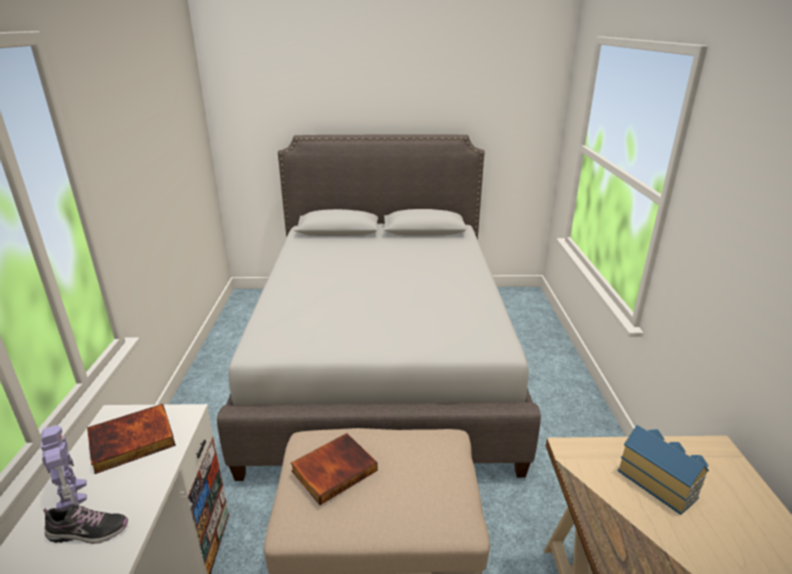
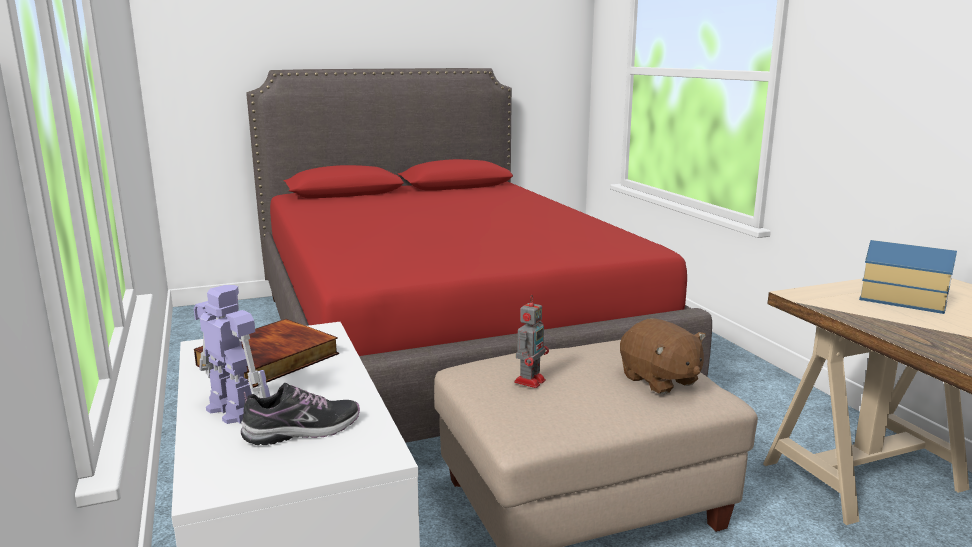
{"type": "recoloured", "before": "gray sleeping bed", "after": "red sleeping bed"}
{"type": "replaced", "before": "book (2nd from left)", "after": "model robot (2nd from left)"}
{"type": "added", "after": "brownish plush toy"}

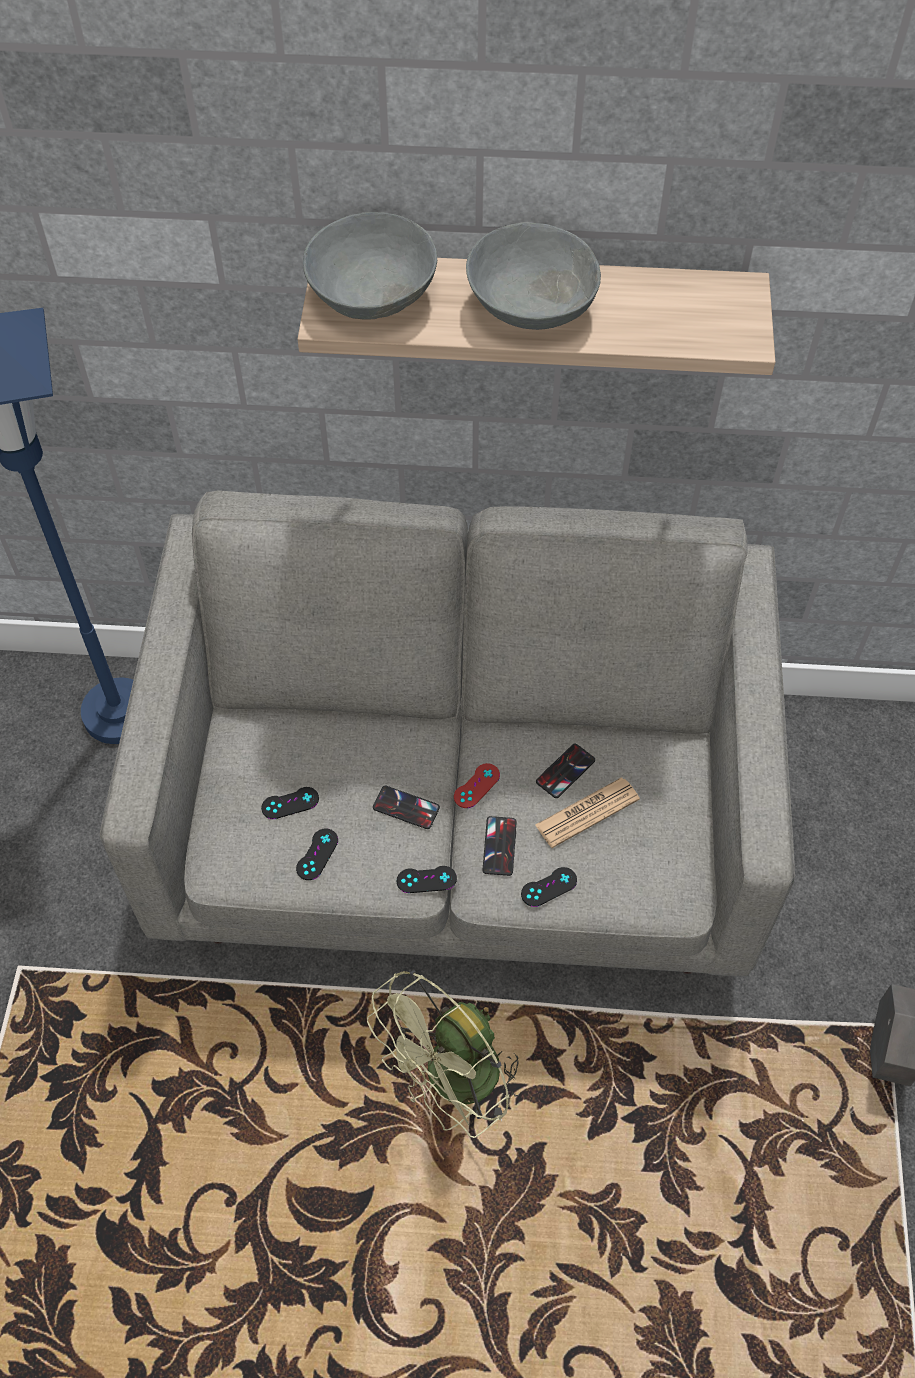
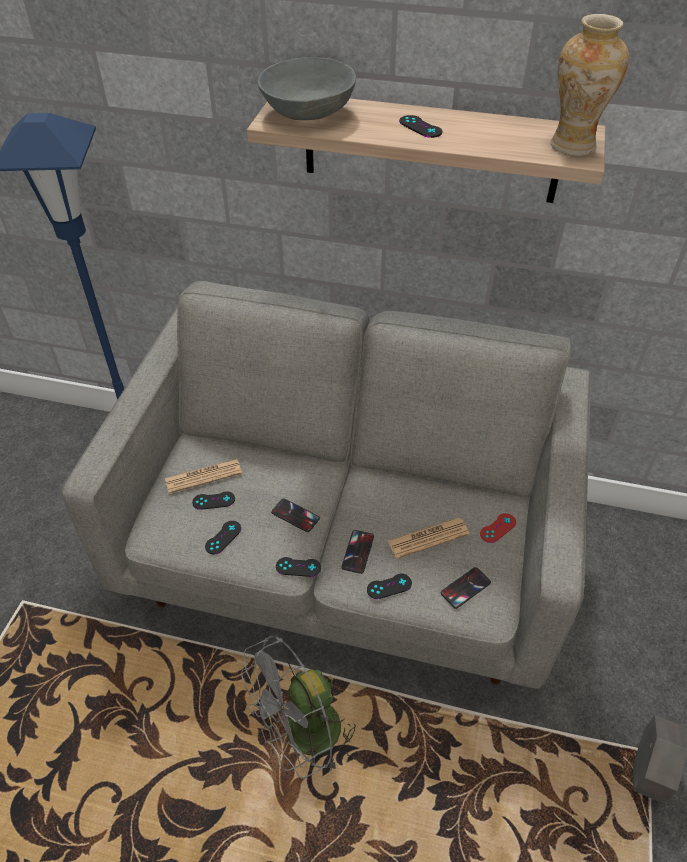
{"type": "recoloured", "before": "greenish cooling fan", "after": "gray cooling fan"}
{"type": "moved", "before": "red game controller"}
{"type": "replaced", "before": "gray deep dish (2nd from left)", "after": "black-coloured game controller (5th from left)"}
{"type": "moved", "before": "phone (3rd from left)"}
{"type": "added", "after": "printed paper (1st from left)"}
{"type": "added", "after": "decorative vase"}

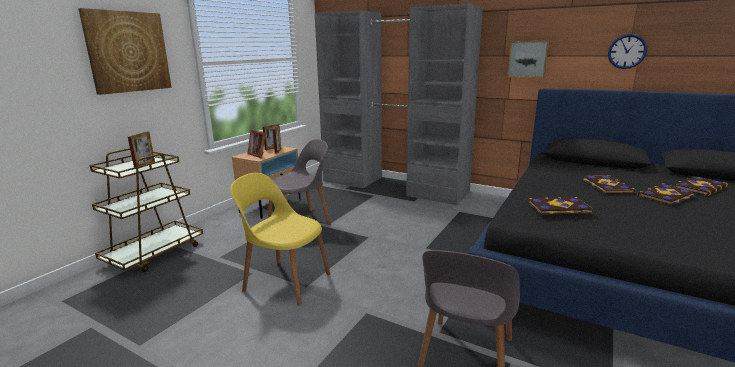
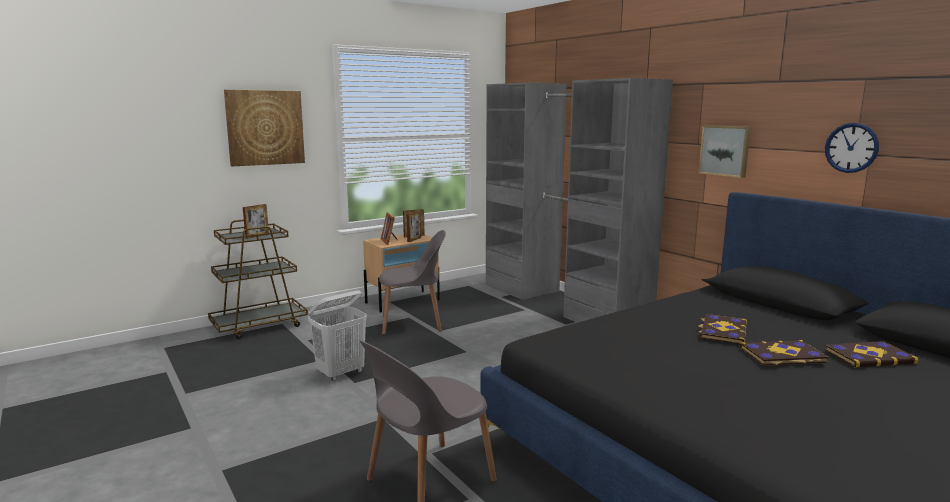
{"type": "replaced", "before": "yellowish chair", "after": "white-coloured laundry basket"}
{"type": "removed", "before": "book (1st from left)"}

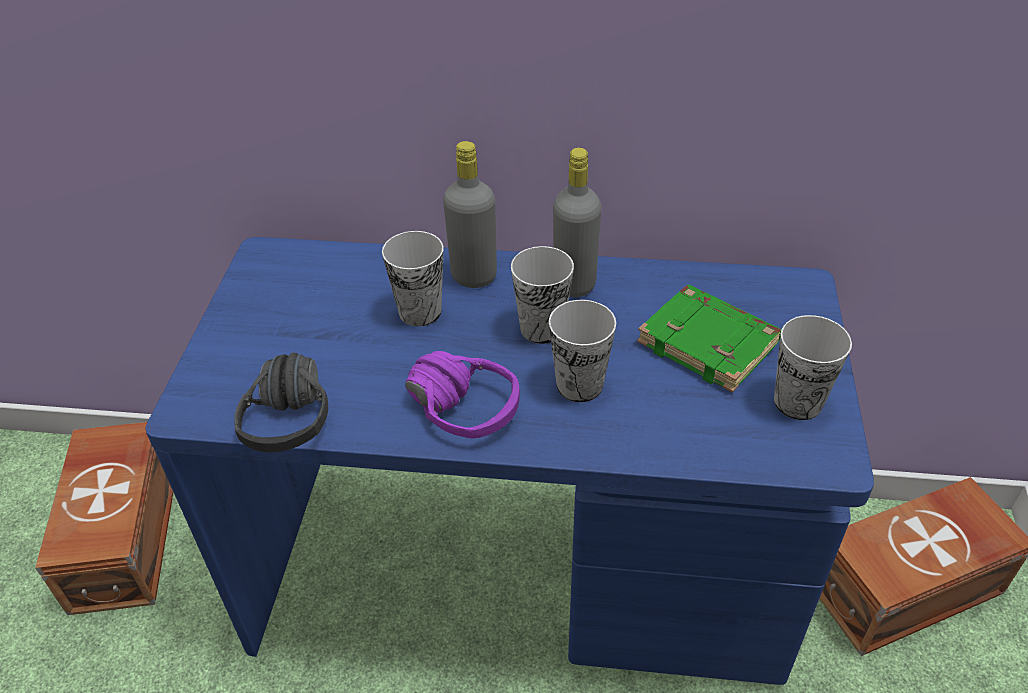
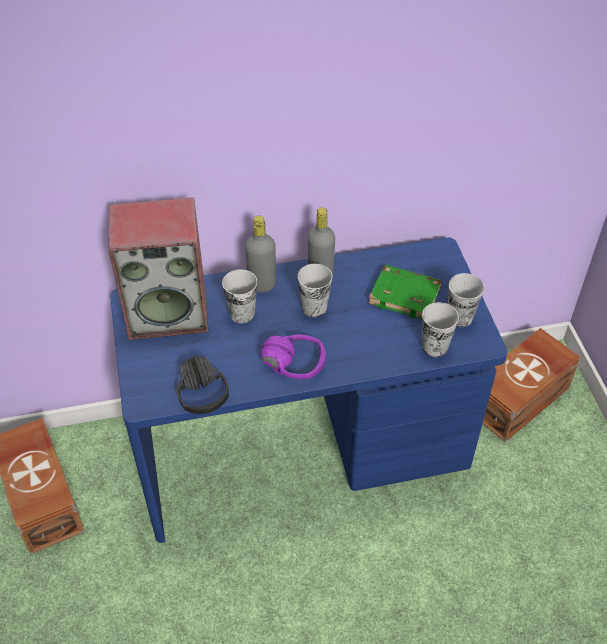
{"type": "moved", "before": "drinking cup (3rd from left)"}
{"type": "added", "after": "speaker"}

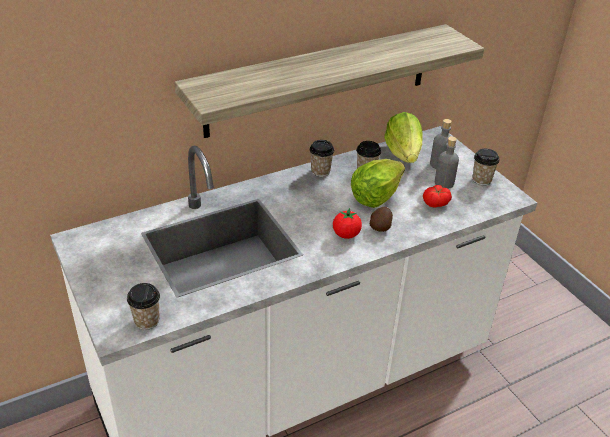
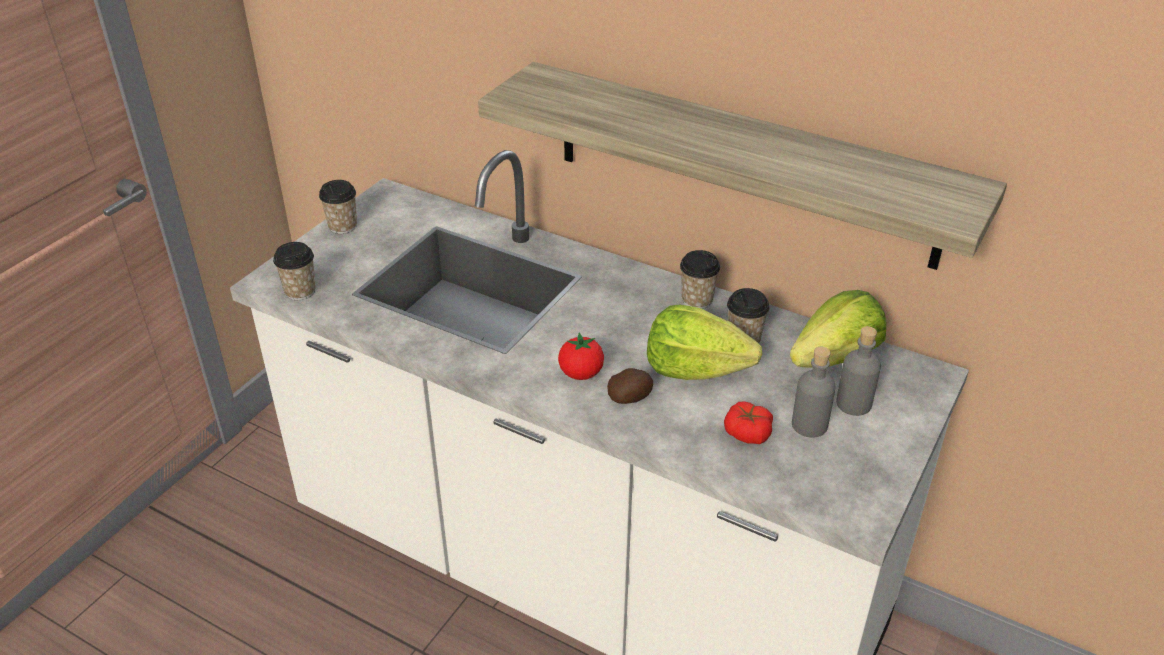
{"type": "moved", "before": "drinking cup (4th from left in the first image)", "after": "drinking cup (2nd from left)"}

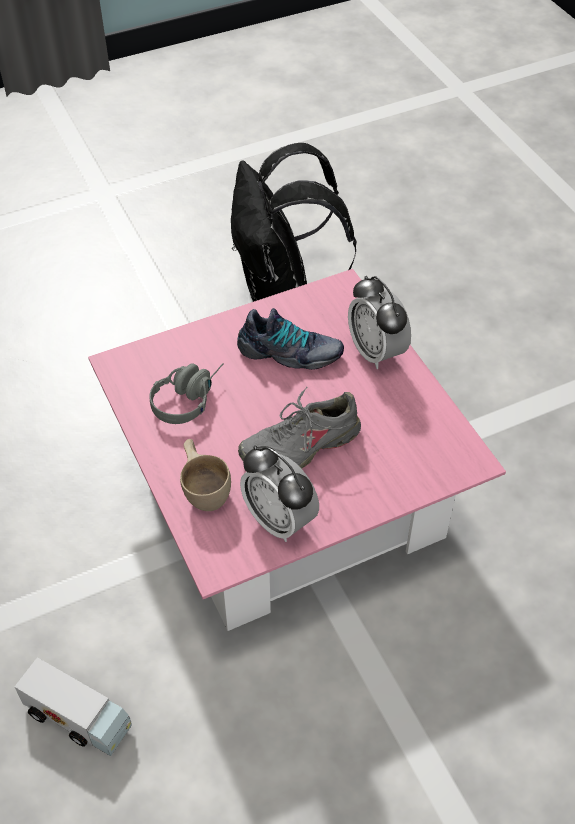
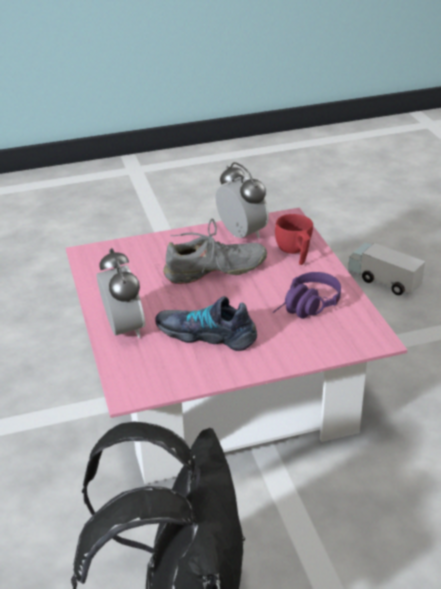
{"type": "recoloured", "before": "gray headset", "after": "purple-coloured headset"}
{"type": "recoloured", "before": "beige-coloured drinking cup", "after": "red drinking cup"}

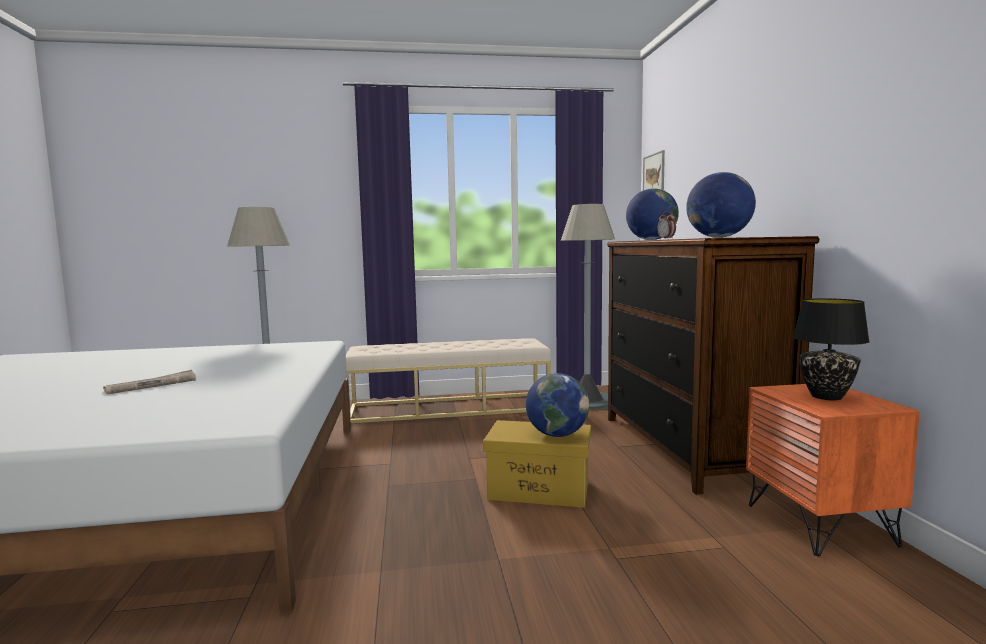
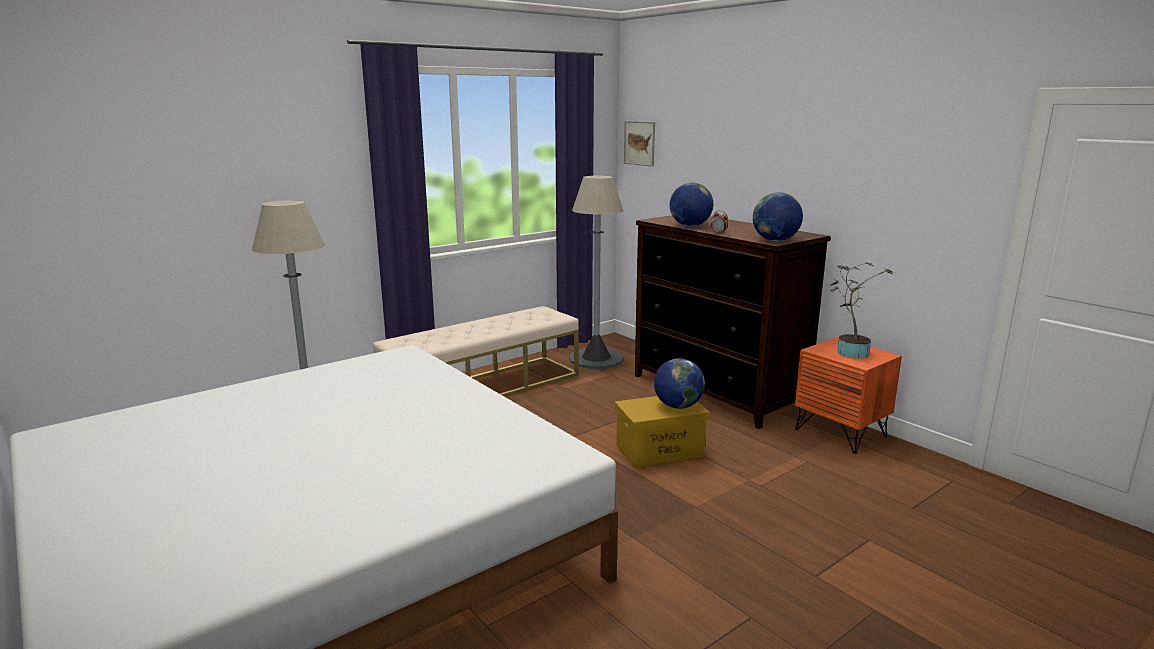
{"type": "removed", "before": "printed paper"}
{"type": "replaced", "before": "black-coloured table lamp", "after": "plant in a pot"}

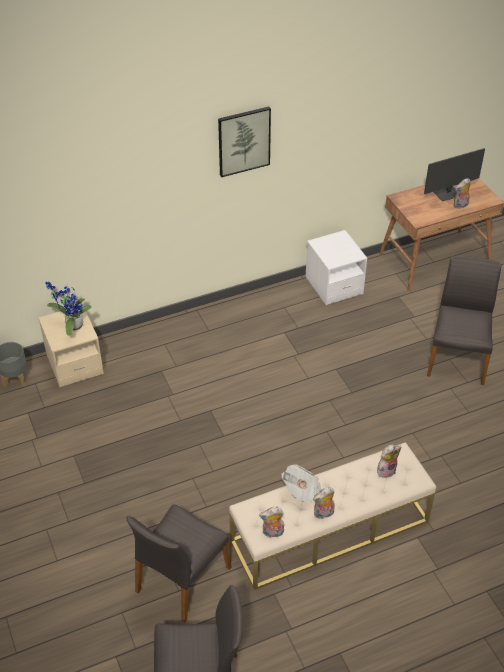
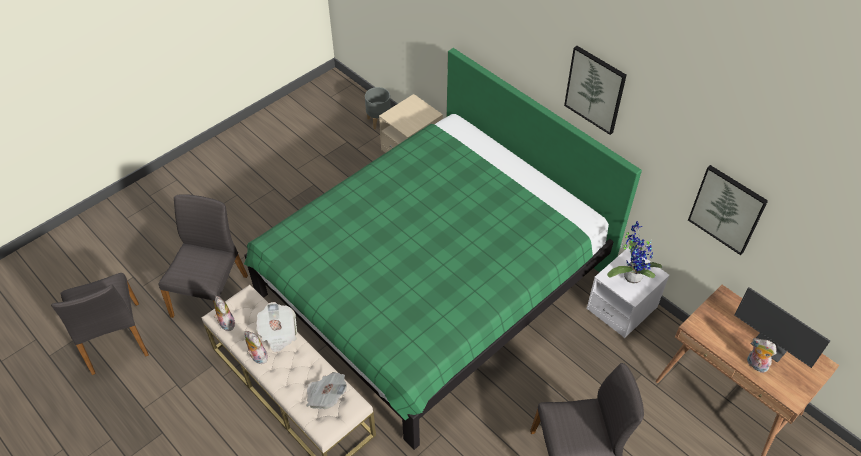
{"type": "moved", "before": "plant in a pot"}
{"type": "turned", "before": "gray chair (1st from left in the first image)", "turn": 90}
{"type": "replaced", "before": "plush toy (3rd from left)", "after": "printed paper (2nd from left)"}
{"type": "added", "after": "greenish sleeping bed"}
{"type": "added", "after": "wall art (2nd from left)"}

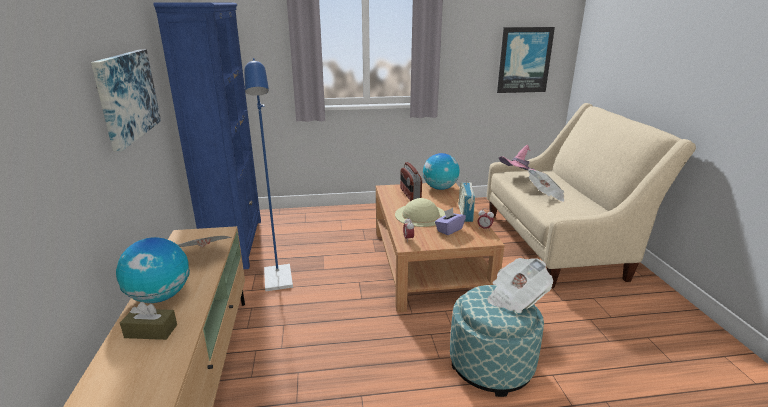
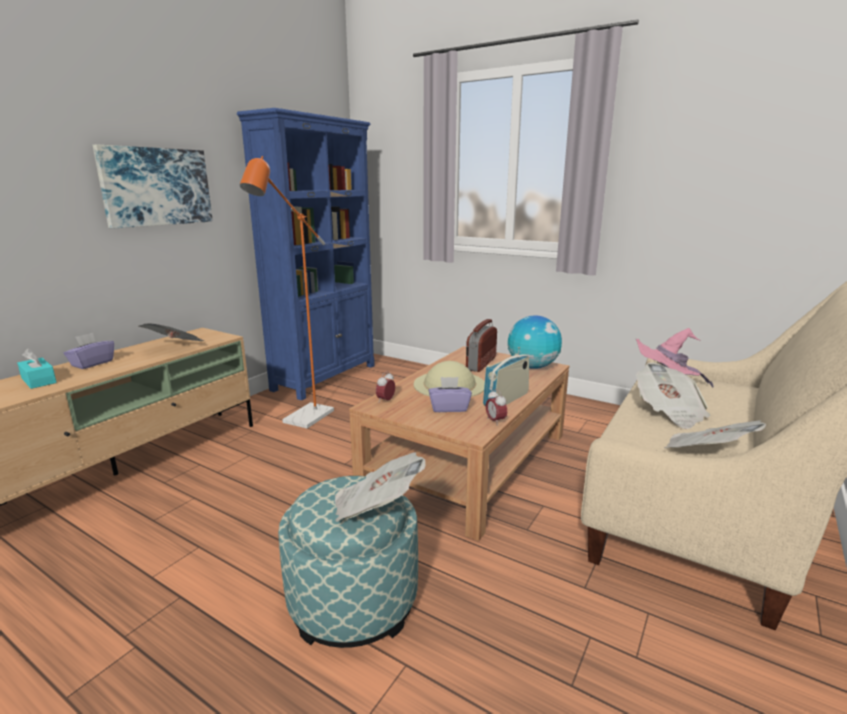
{"type": "replaced", "before": "globe (1st from left)", "after": "purple-coloured tissue holder (1st from left)"}
{"type": "recoloured", "before": "brownish tissue holder", "after": "turquoise-coloured tissue holder"}
{"type": "recoloured", "before": "blue standing lamp", "after": "orangey standing lamp"}
{"type": "removed", "before": "wall art (2nd from left)"}
{"type": "added", "after": "printed paper (4th from left)"}

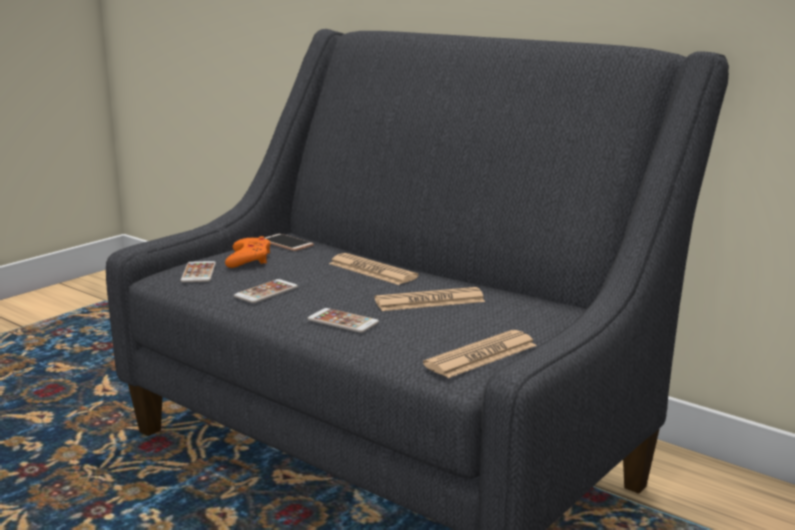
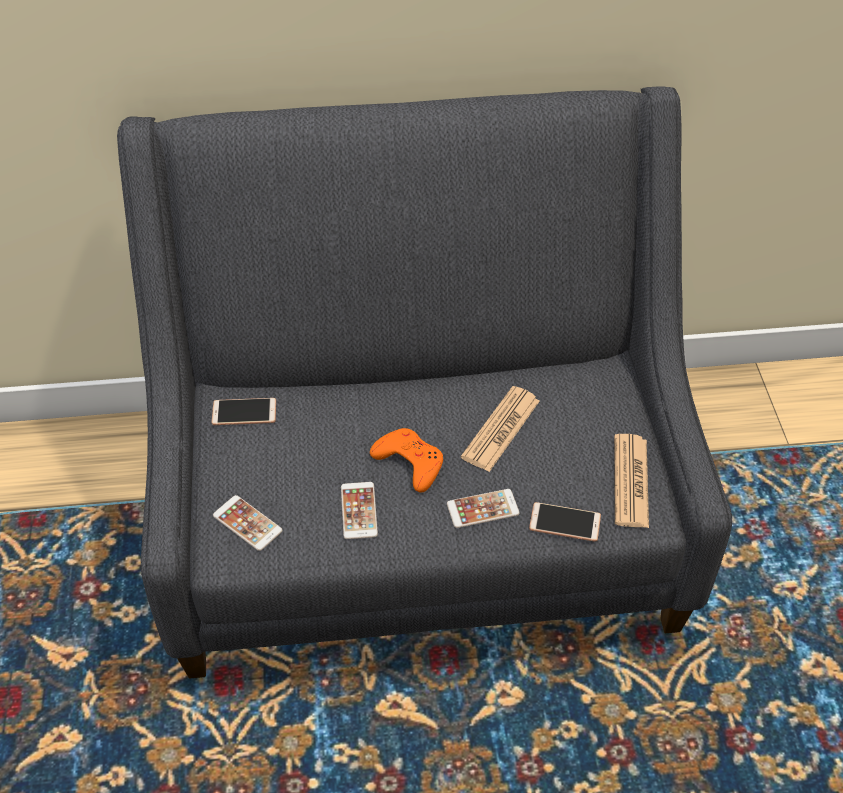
{"type": "moved", "before": "orangey game controller"}
{"type": "removed", "before": "printed paper (1st from left)"}
{"type": "added", "after": "phone (5th from left)"}

